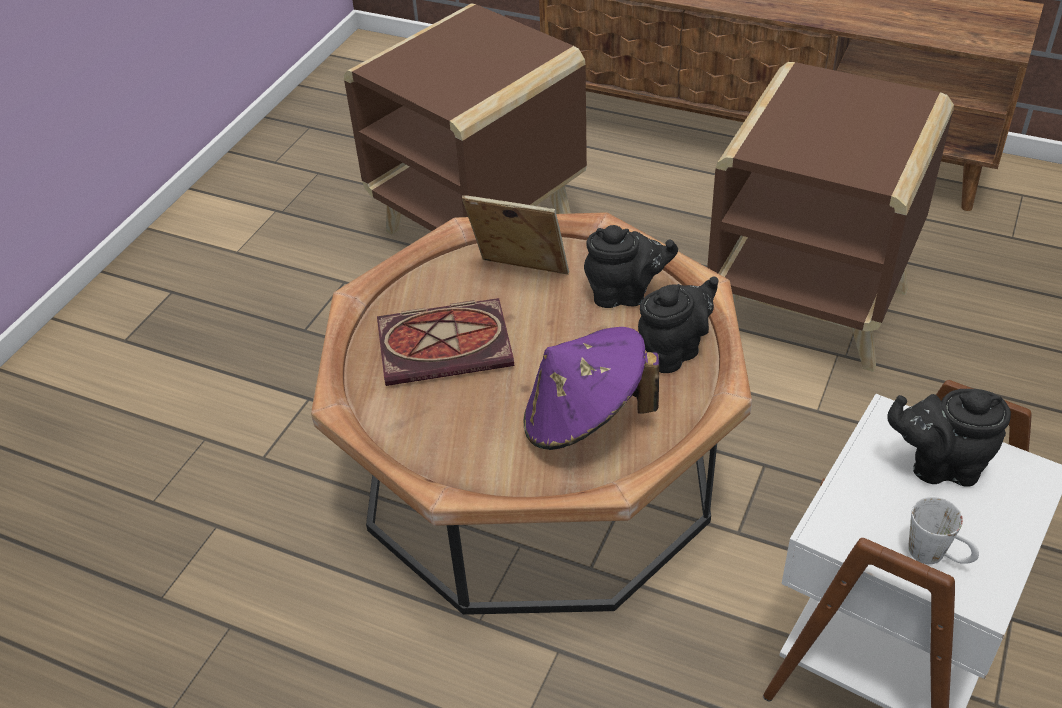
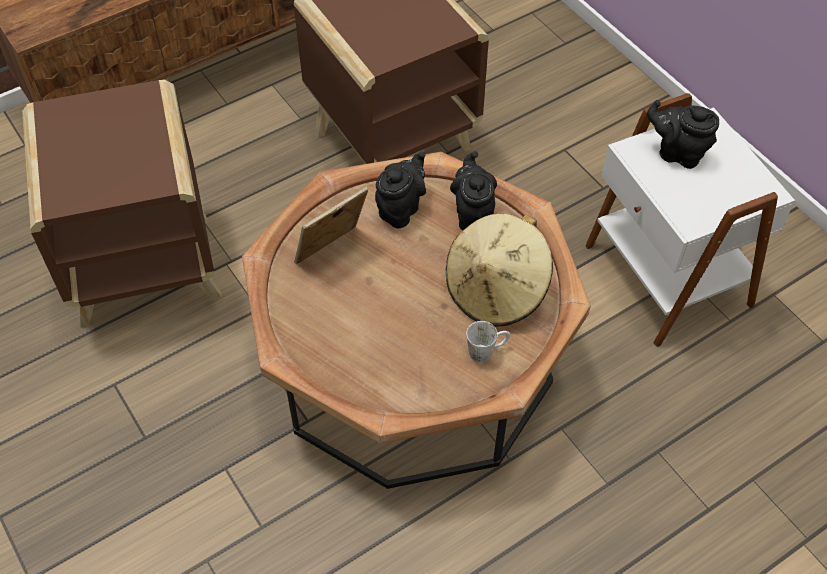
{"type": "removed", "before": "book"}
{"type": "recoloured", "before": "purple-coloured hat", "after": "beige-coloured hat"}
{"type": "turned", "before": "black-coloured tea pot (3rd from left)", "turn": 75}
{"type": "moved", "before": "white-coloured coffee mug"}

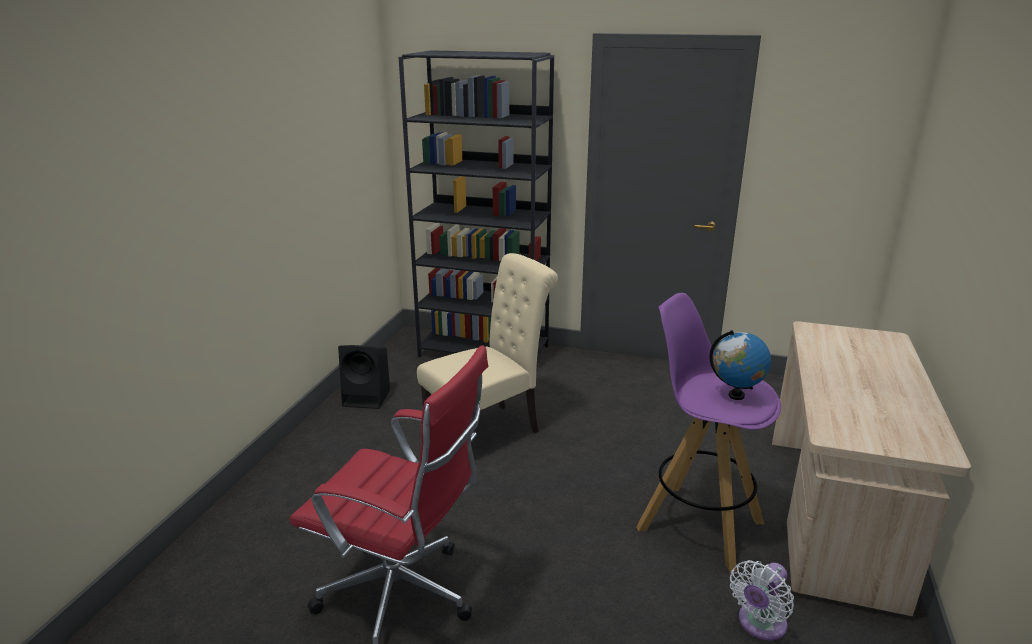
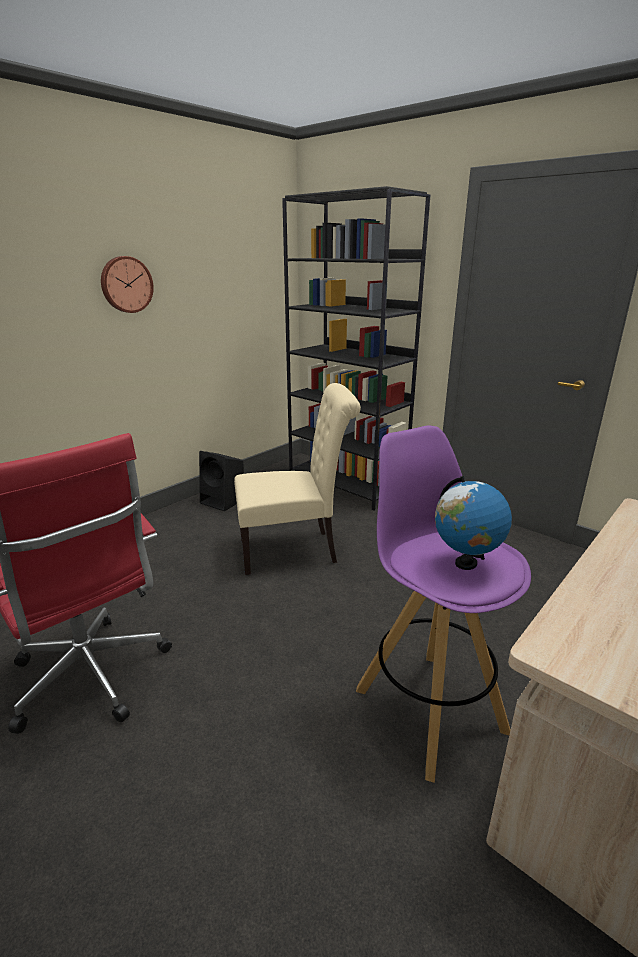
{"type": "removed", "before": "white-coloured cooling fan"}
{"type": "added", "after": "clock on the wall"}

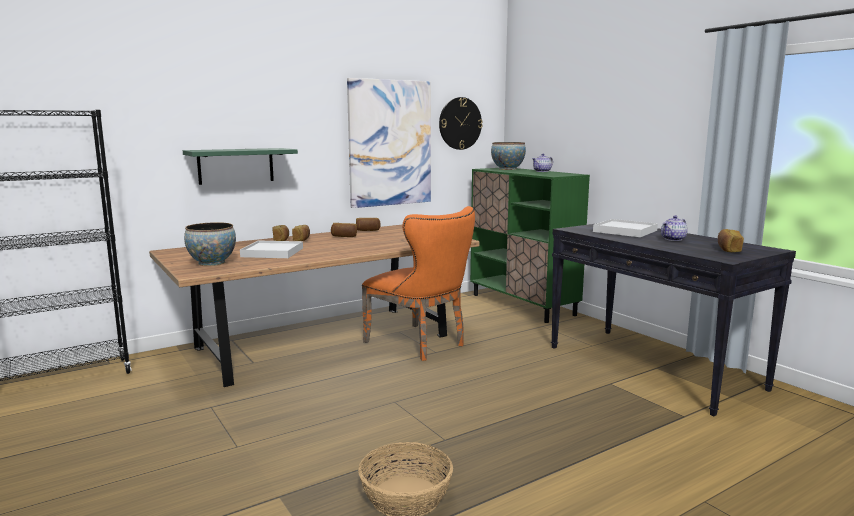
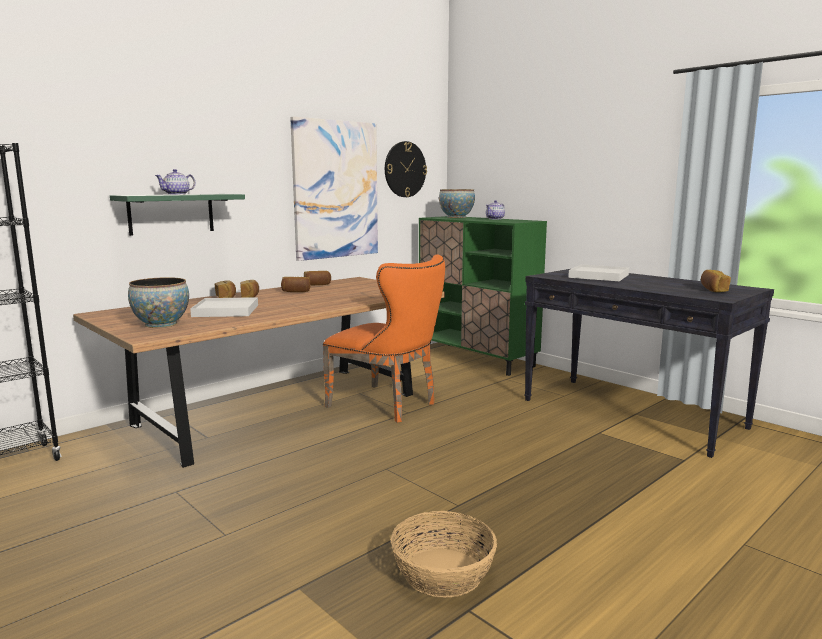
{"type": "moved", "before": "tea pot (2nd from left in the first image)", "after": "tea pot (1st from left)"}

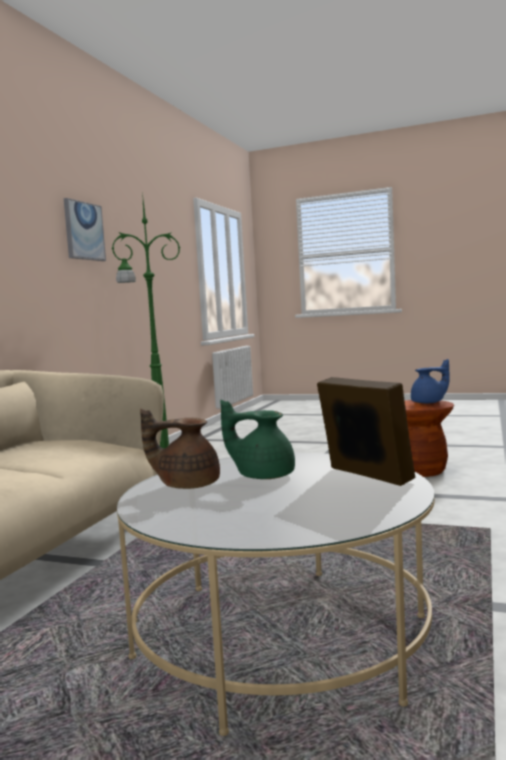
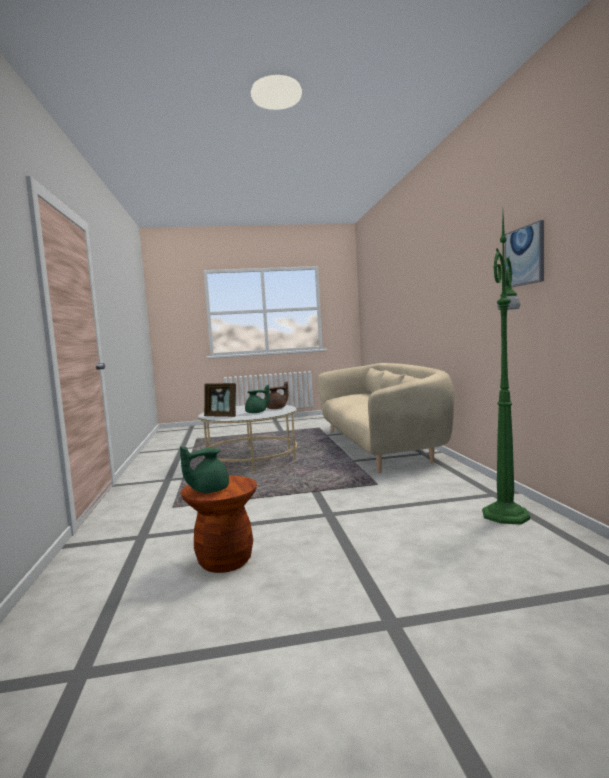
{"type": "recoloured", "before": "blue tea pot", "after": "greenish tea pot (1st from left)"}

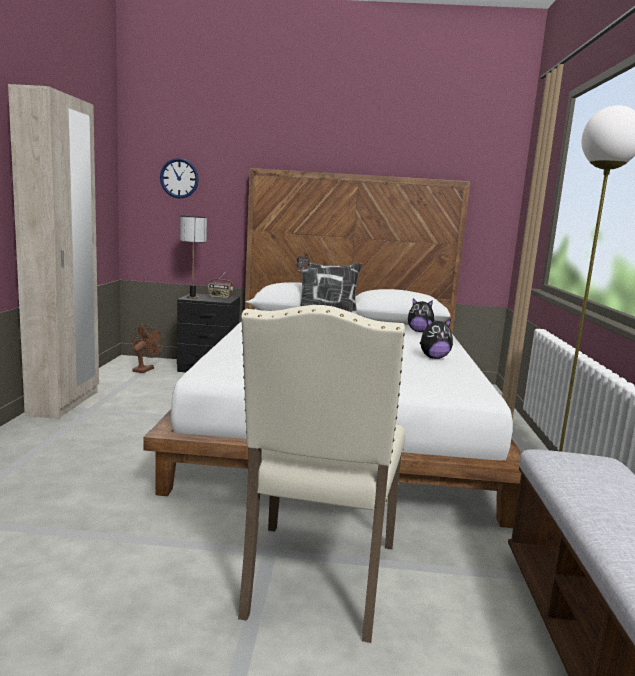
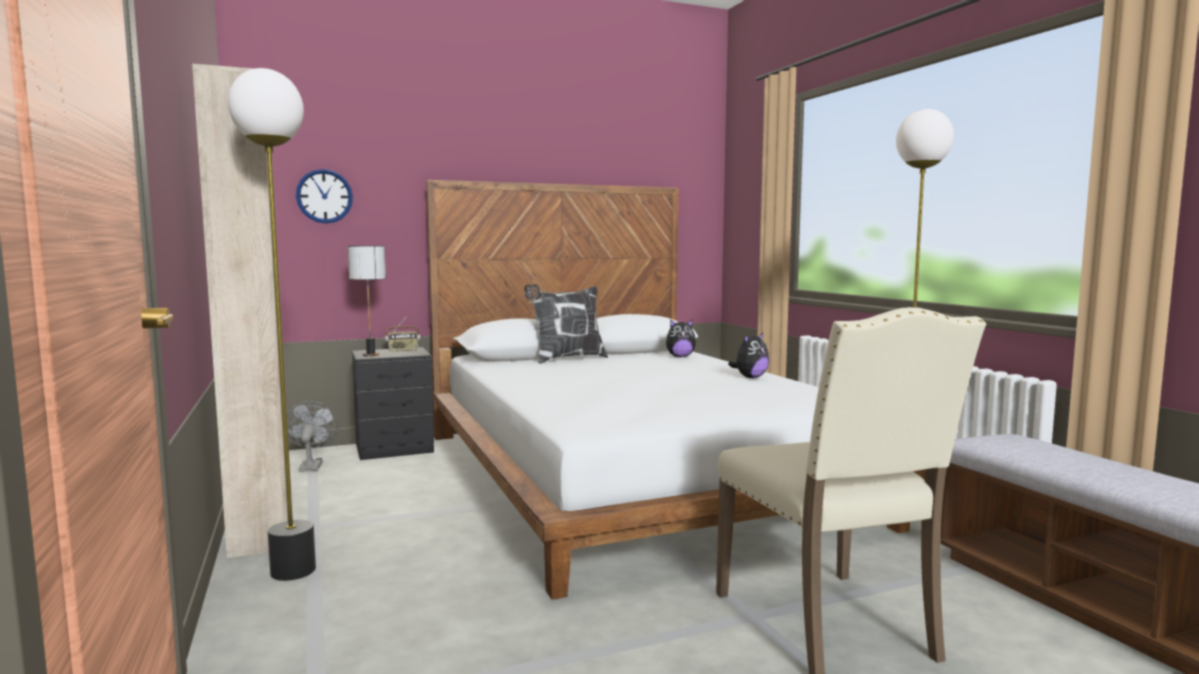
{"type": "recoloured", "before": "brownish cooling fan", "after": "gray cooling fan"}
{"type": "added", "after": "standing lamp (1st from left)"}

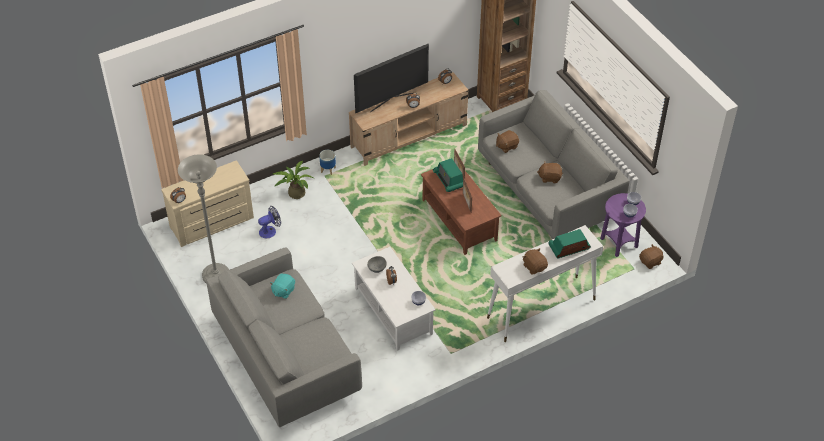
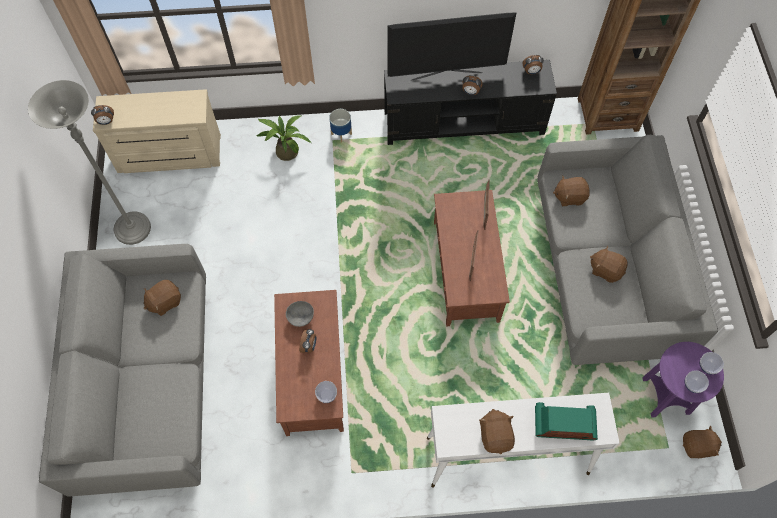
{"type": "removed", "before": "cooling fan"}
{"type": "recoloured", "before": "turquoise-coloured plush toy", "after": "brownish plush toy (1st from left)"}
{"type": "recoloured", "before": "beige-coloured media console", "after": "black-coloured media console"}
{"type": "recoloured", "before": "white-coloured low table", "after": "brownish low table (1st from left)"}
{"type": "removed", "before": "radio set (1st from left)"}

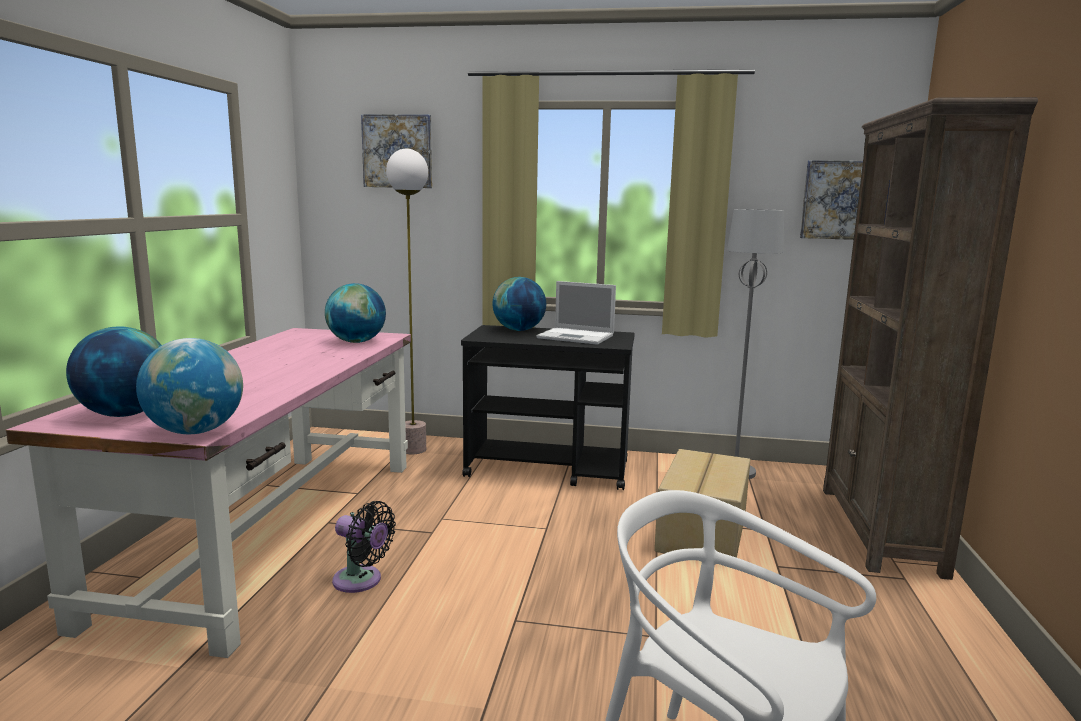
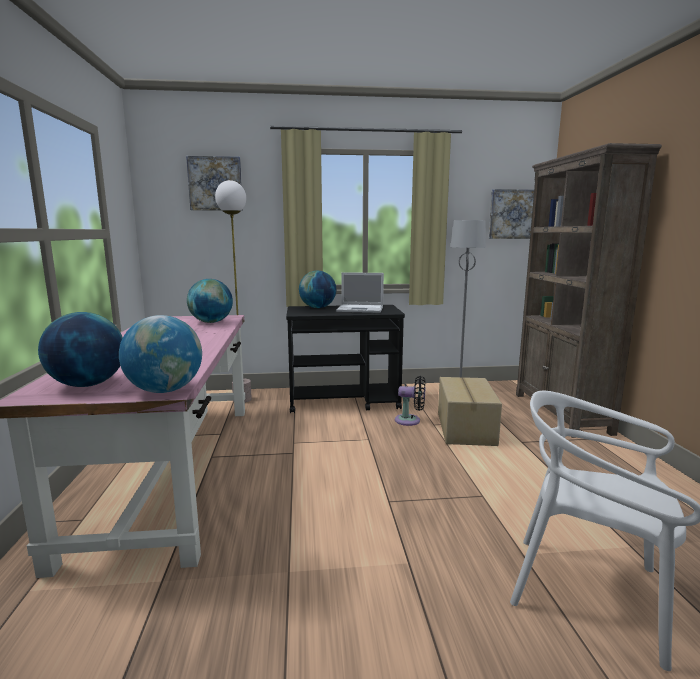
{"type": "moved", "before": "black-coloured cooling fan"}

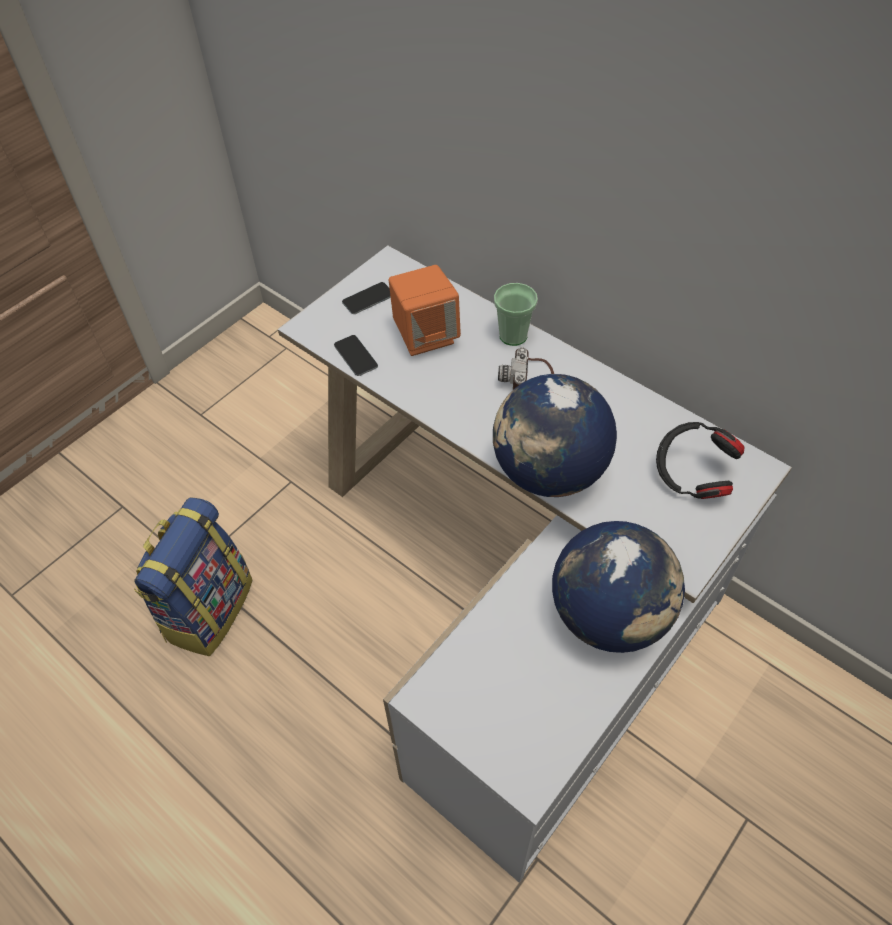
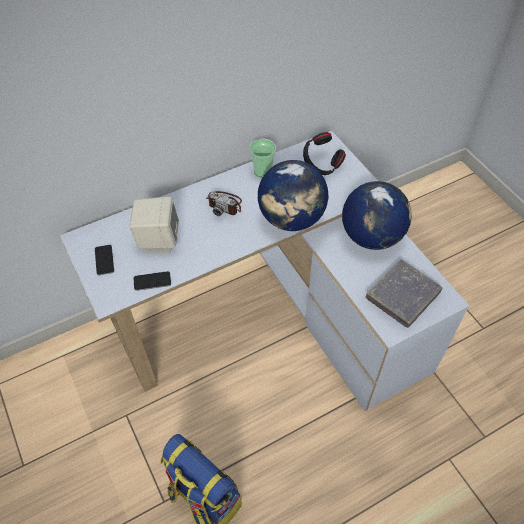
{"type": "recoloured", "before": "orangey speaker", "after": "beige-coloured speaker"}
{"type": "moved", "before": "drinking cup"}
{"type": "added", "after": "gray book"}

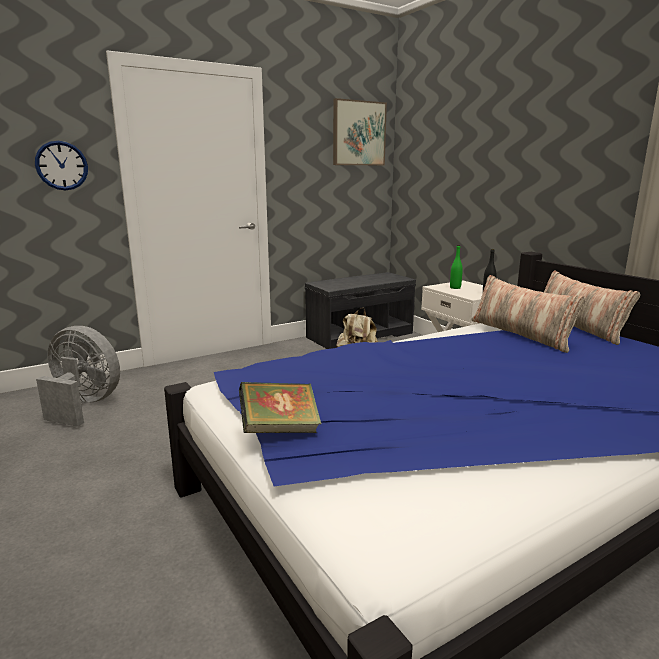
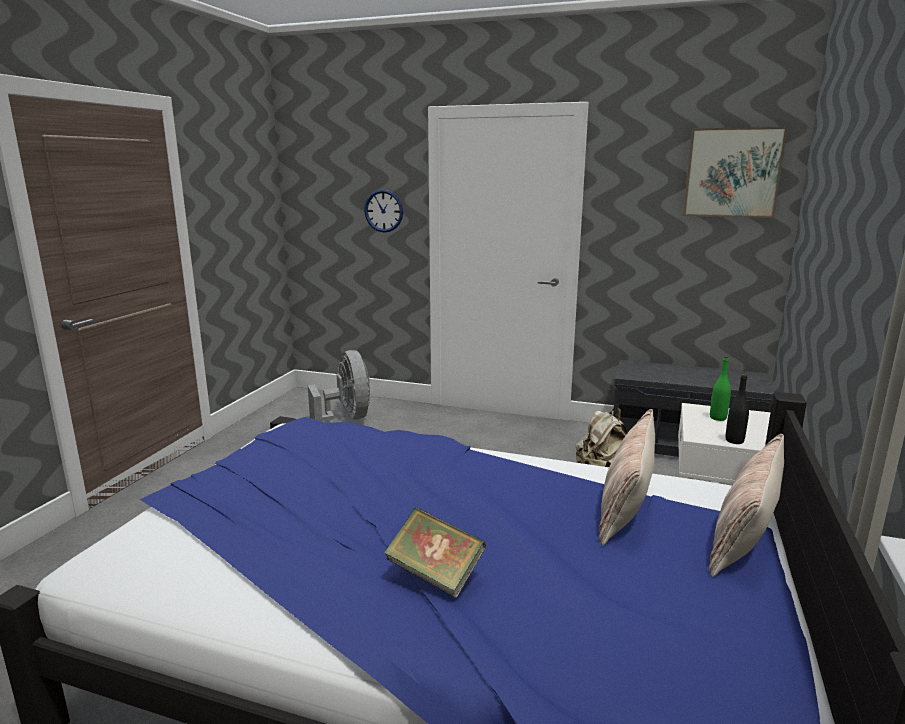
{"type": "moved", "before": "book"}

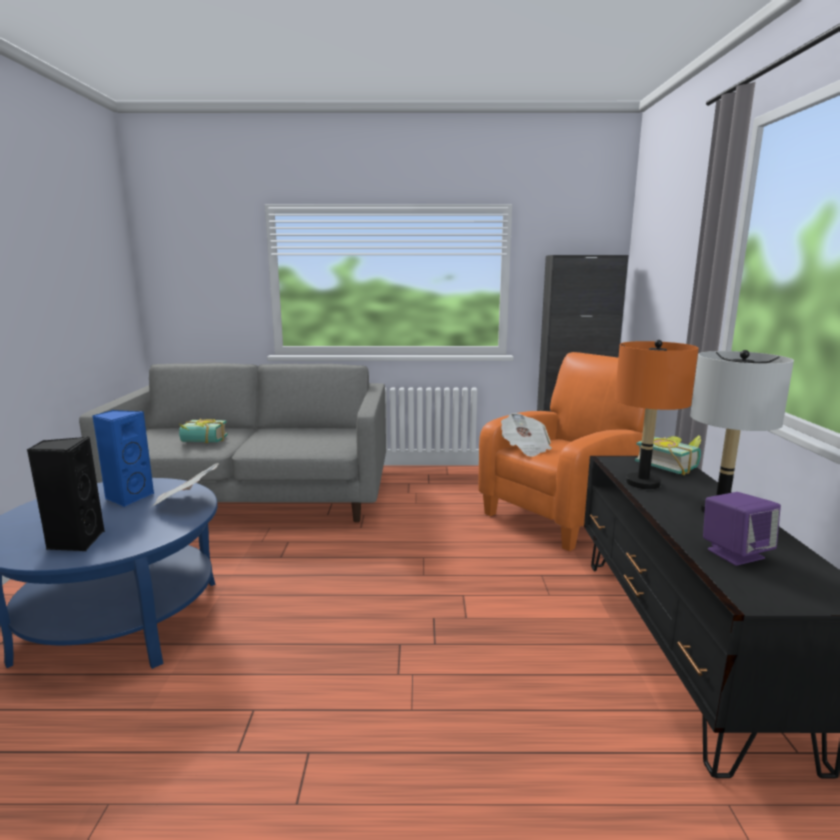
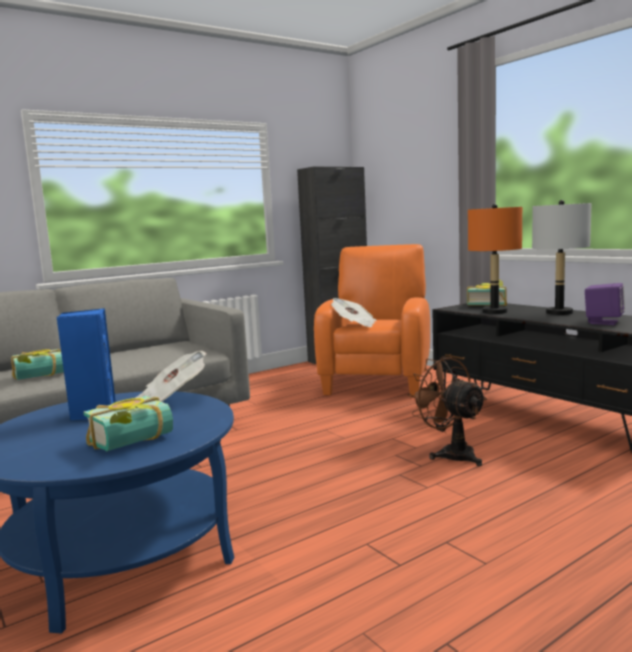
{"type": "replaced", "before": "black-coloured speaker", "after": "book (2nd from left)"}
{"type": "added", "after": "brownish cooling fan"}

